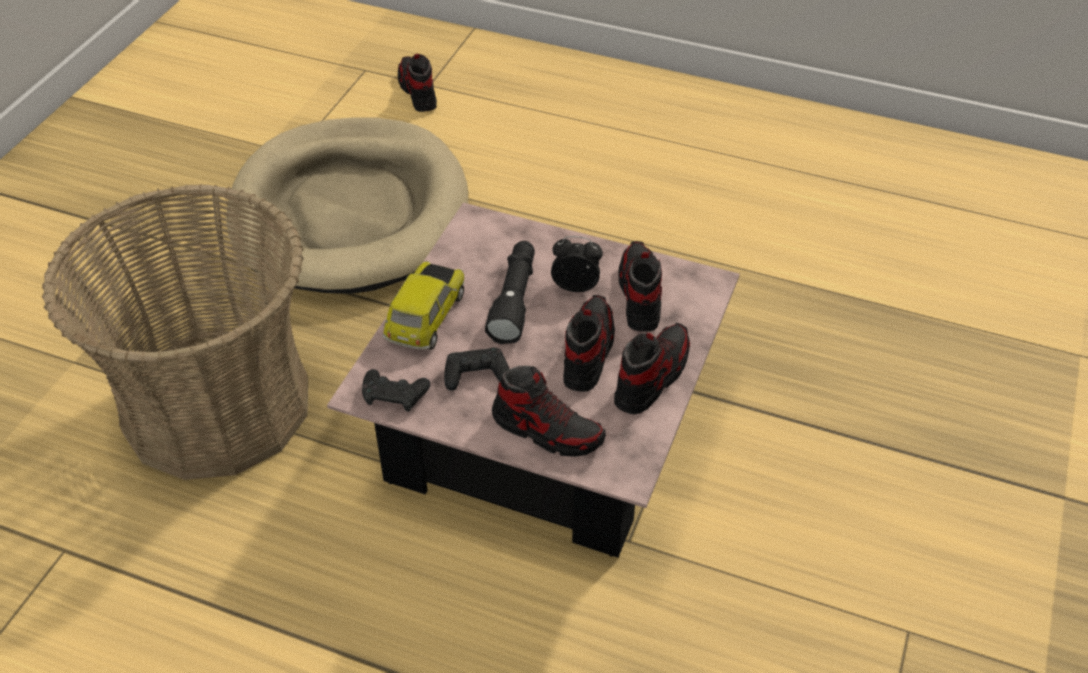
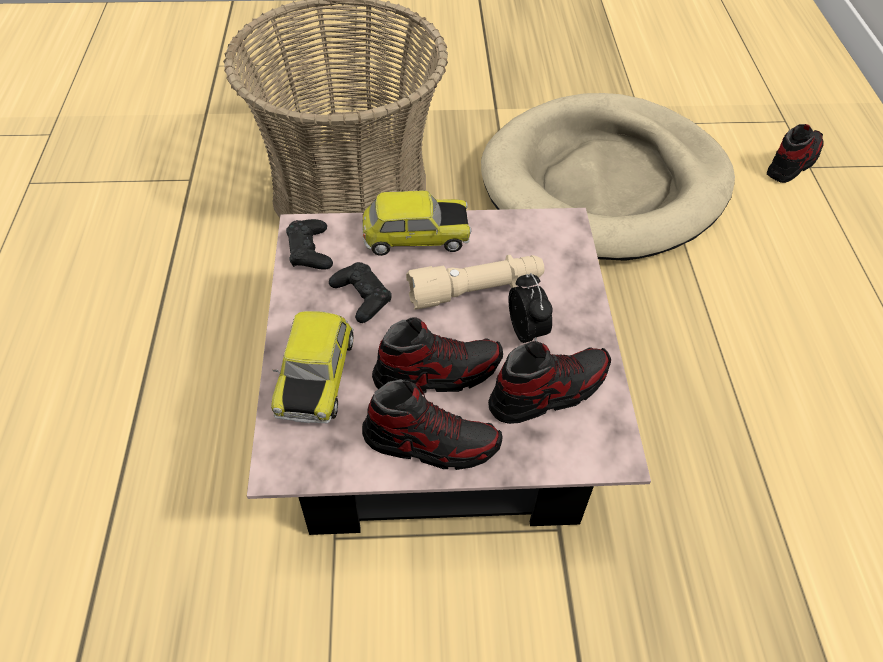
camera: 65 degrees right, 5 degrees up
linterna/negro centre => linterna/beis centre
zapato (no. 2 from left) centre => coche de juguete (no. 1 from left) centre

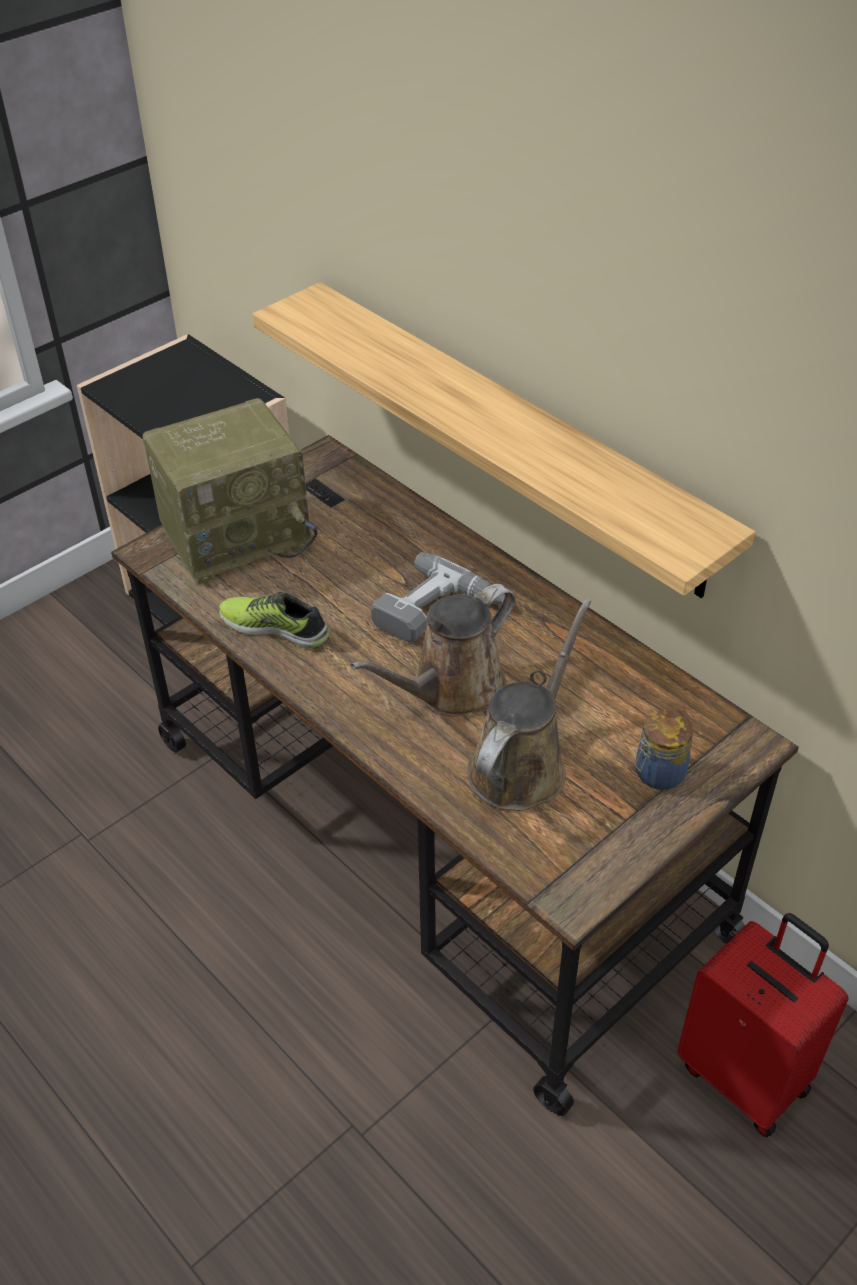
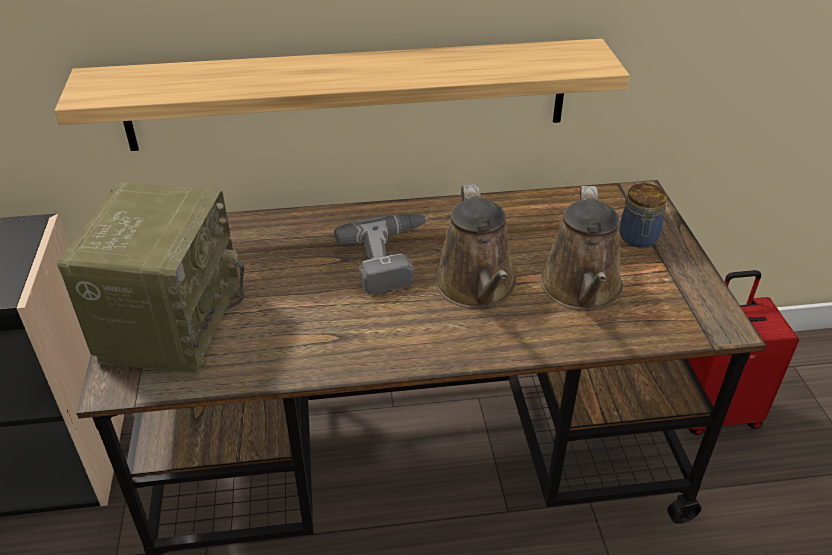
camera: 55 degrees left, 5 degrees down
zapato middle left => nothing
regadera/marrón (no. 2 from left) centre => regadera/marrón (no. 2 from left) middle right, 150 degrees counterclockwise

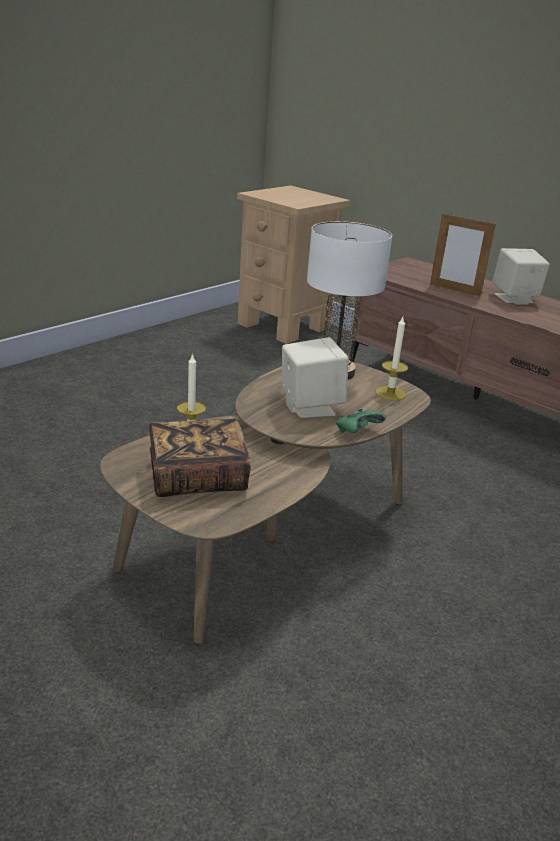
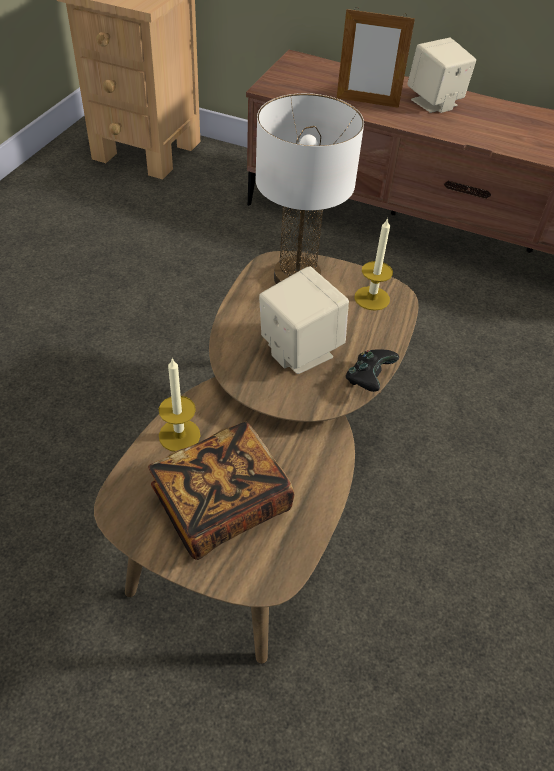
camera: 20 degrees left, 20 degrees up
mando de consola/verde centre => mando de consola/negro middle right

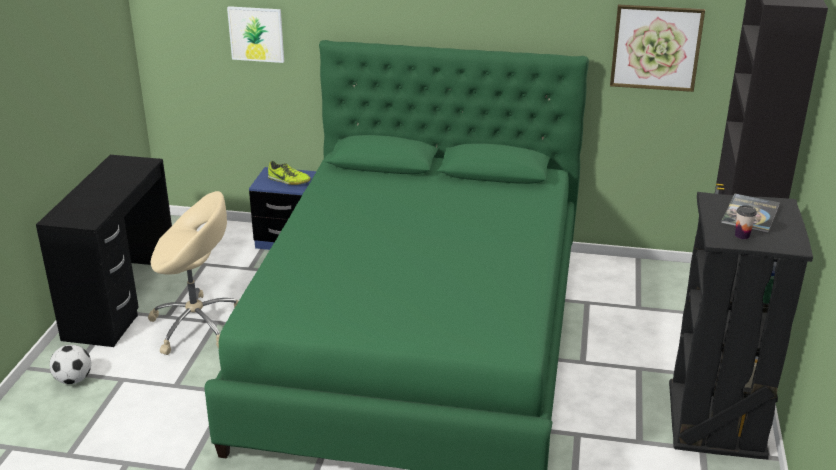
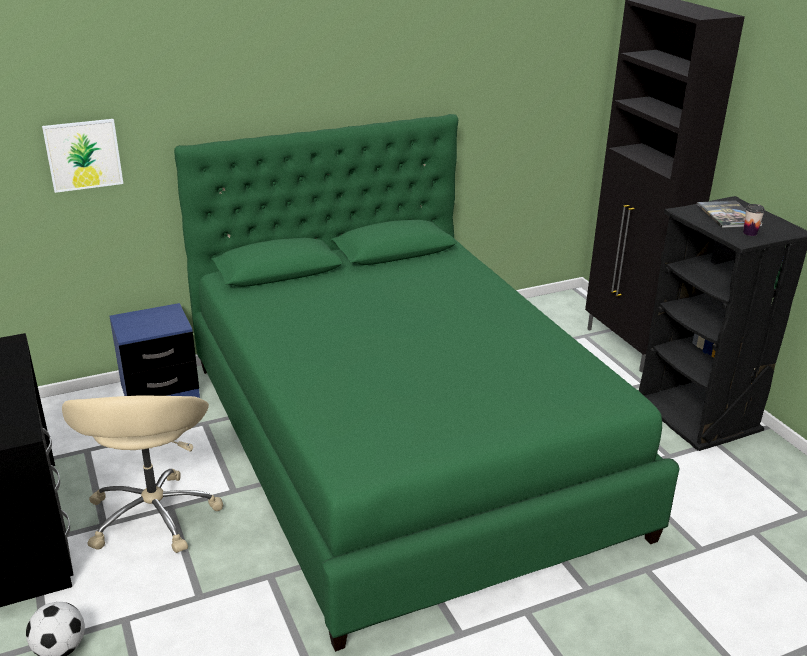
camera: 35 degrees left, 0 degrees up
silla de oficina/beis middle left => silla de oficina/beis bottom left, 120 degrees clockwise
zapato centre => nothing
cuadro (no. 2 from left) top right => nothing

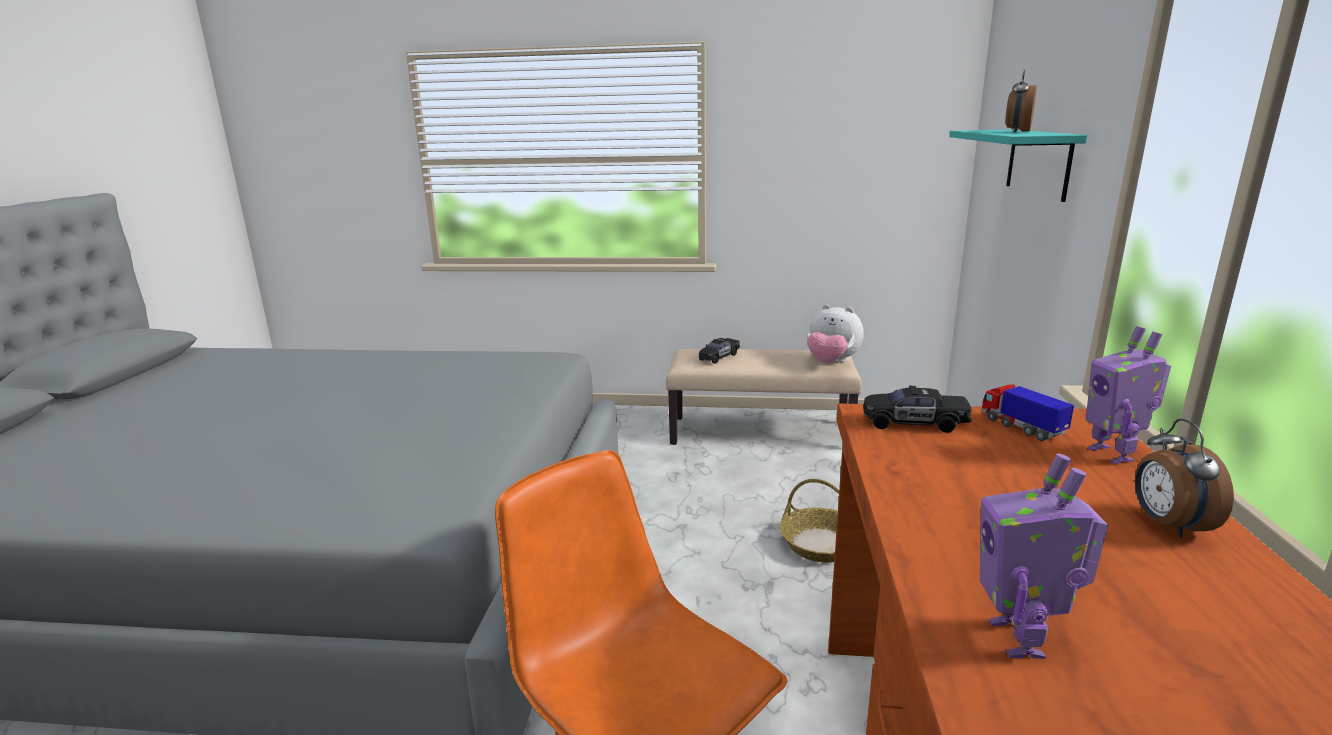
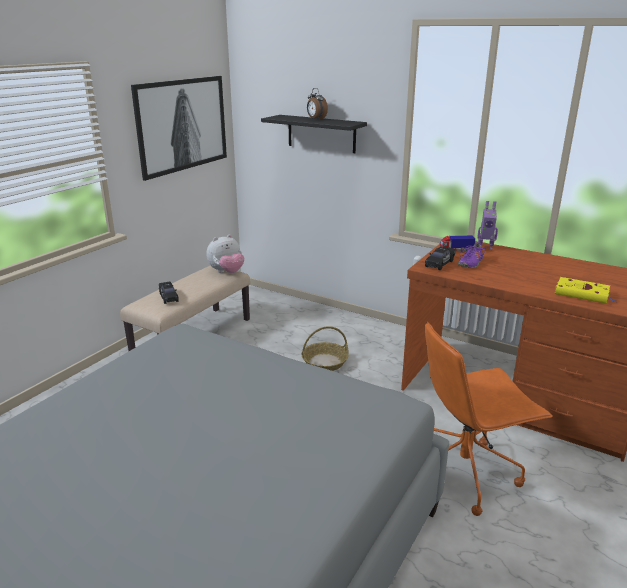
camera: 65 degrees left, 5 degrees up
estante/turquesa top right => estante/negro top centre
robot de juguete (no. 1 from left) bottom right => libro/amarillo middle right
despertador (no. 2 from left) middle right => nothing
nothing => cuadro top left
nothing => zapato/morado middle right

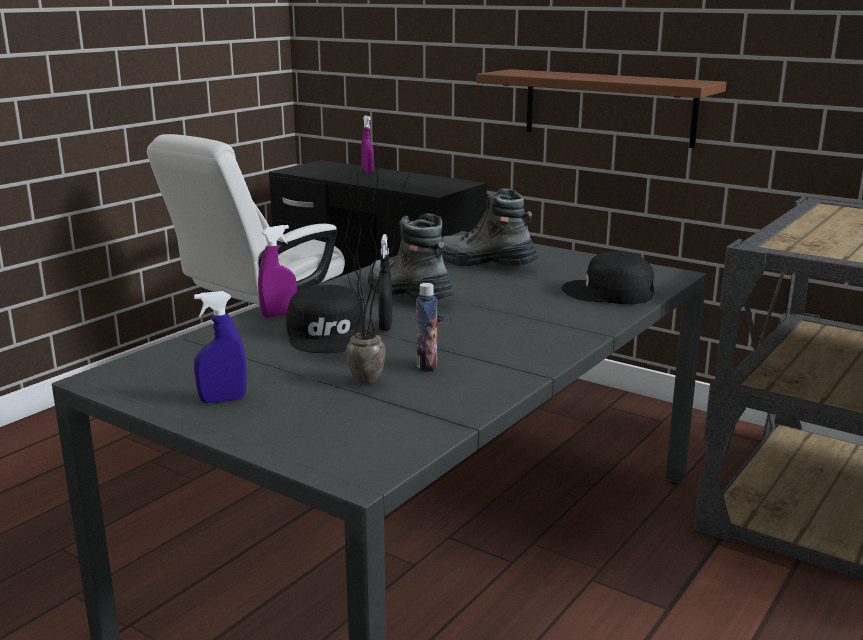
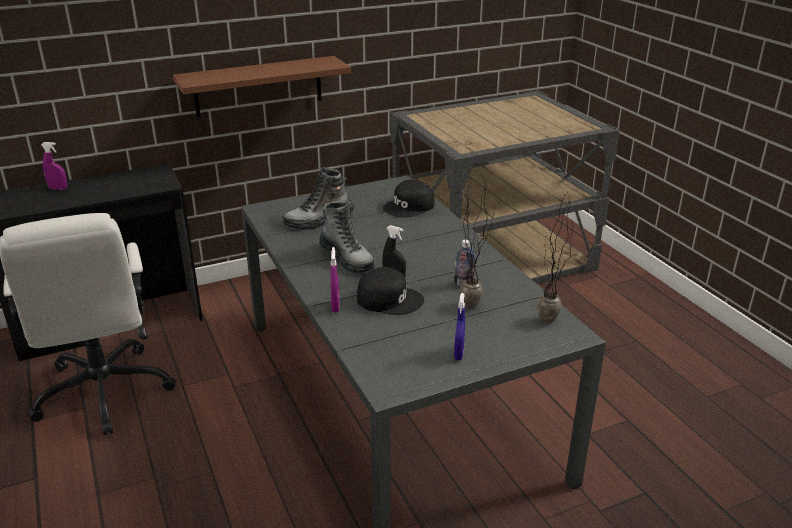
camera: 60 degrees left, 10 degrees up
bota (no. 1 from left in the first image) centre => bota (no. 2 from left) centre, 120 degrees counterclockwise
nothing => planta en maceta (no. 2 from left) middle right

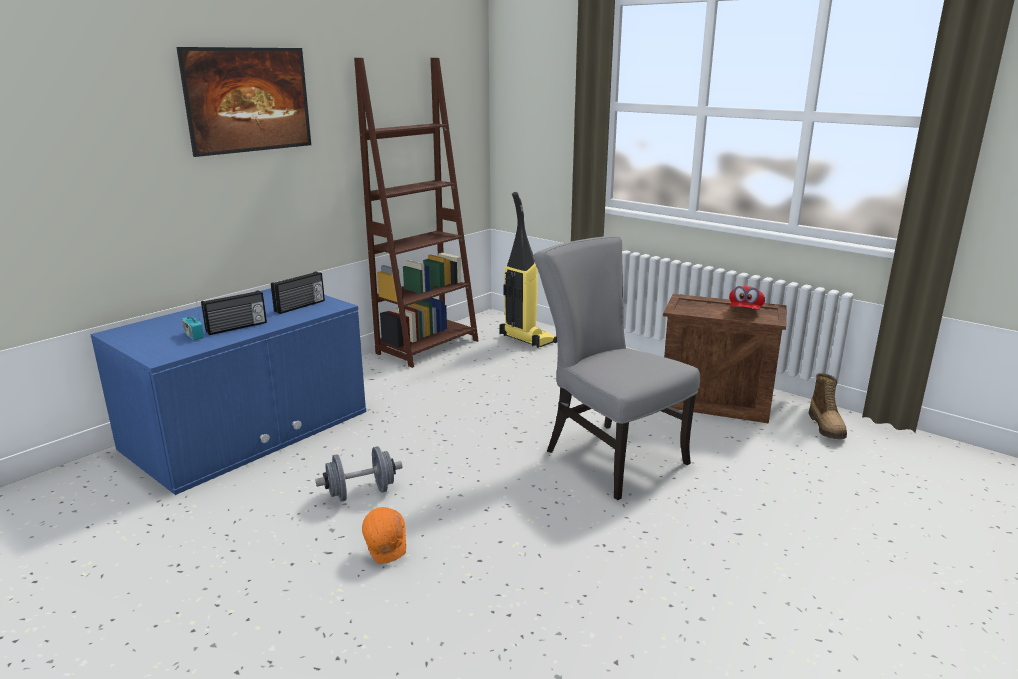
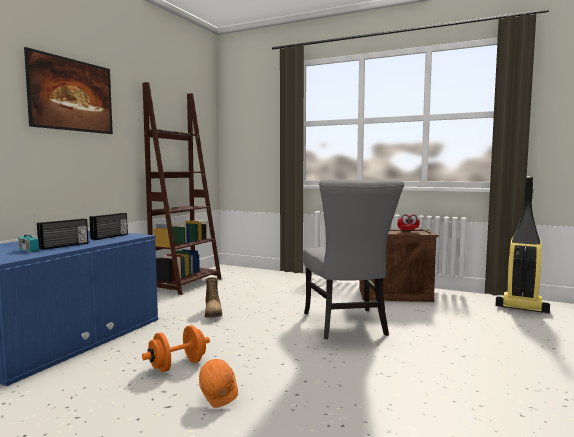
camera: 15 degrees left, 15 degrees down
mancuerna/gris bottom centre => mancuerna/naranja bottom left
aspiradora centre => aspiradora middle right, shifted
silla/gris centre, 135 degrees counterclockwise
bota middle right => bota bottom centre, shifted

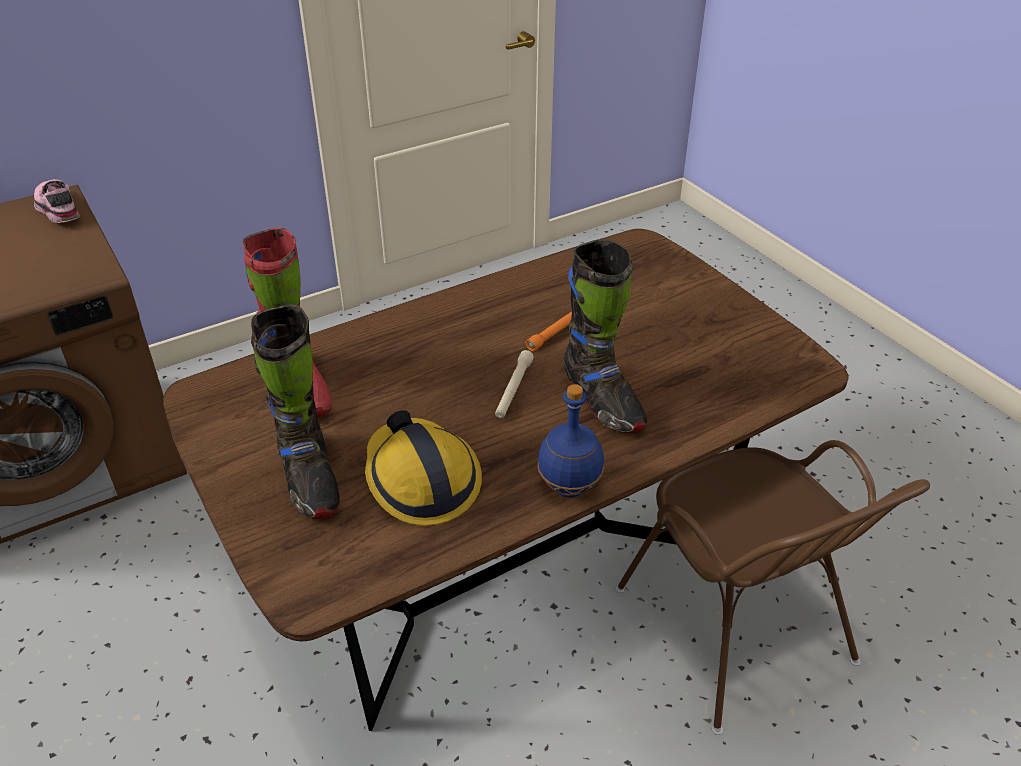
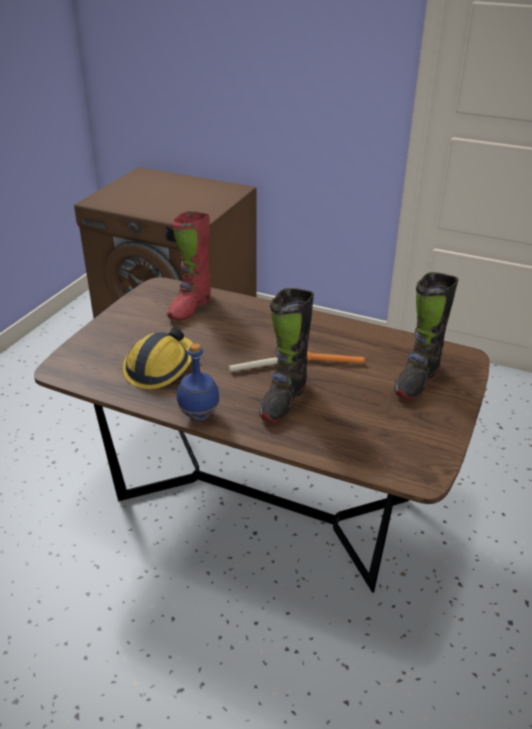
camera: 55 degrees right, 5 degrees down
zapato/rosa top left => nothing
bota/negro (no. 1 from left in the first image) middle left => bota/negro (no. 2 from left) middle right, shifted
silla/marrón bottom right => nothing

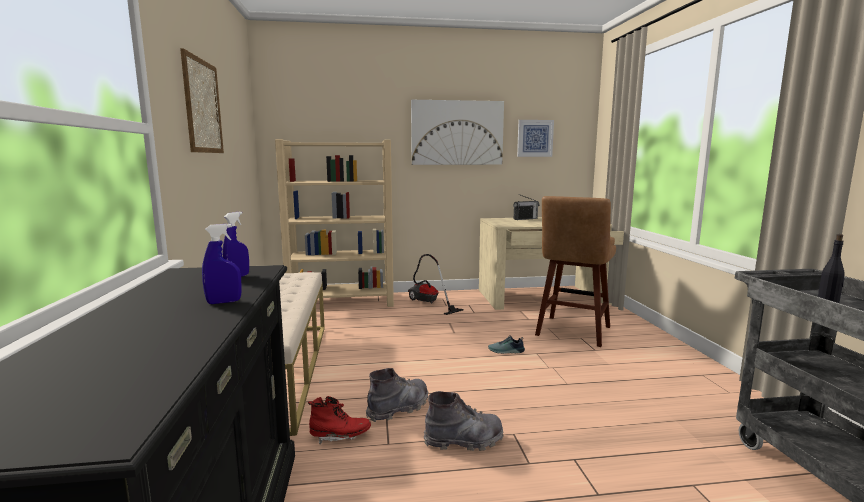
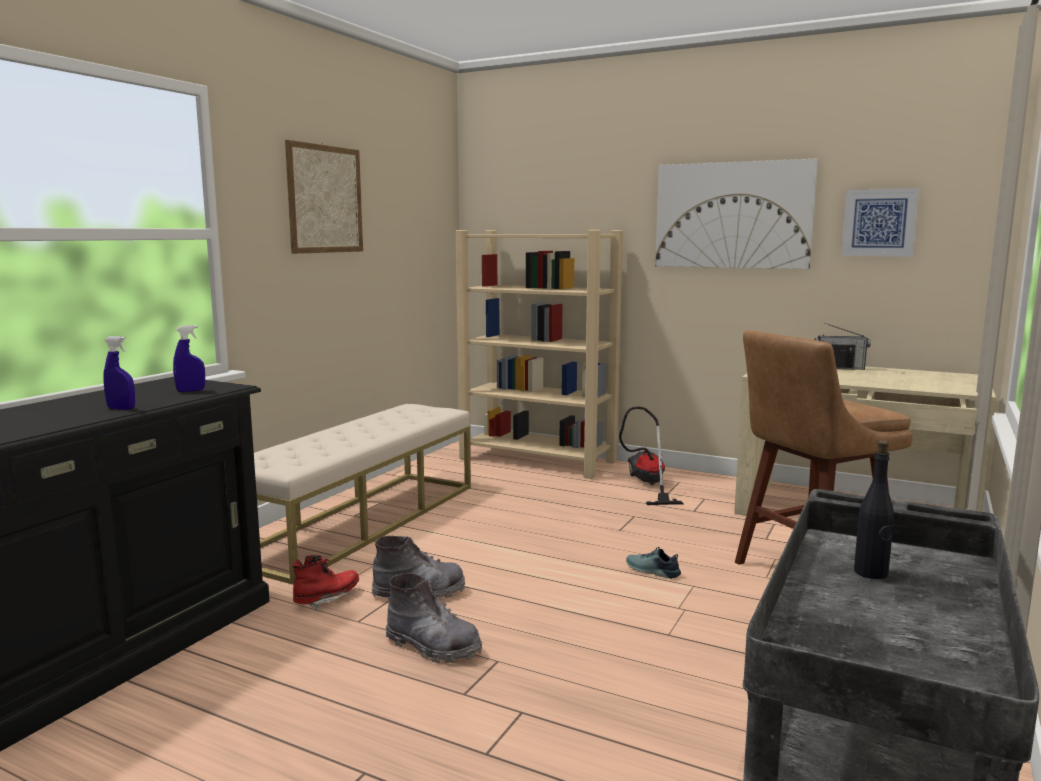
camera: 35 degrees right, 0 degrees up
bota/rojo bottom centre => bota/rojo bottom left, 75 degrees counterclockwise

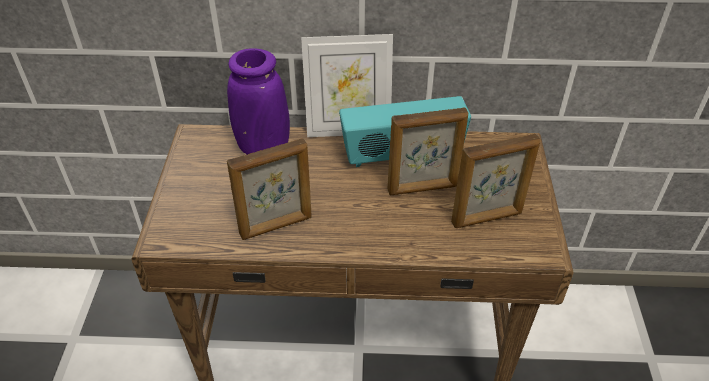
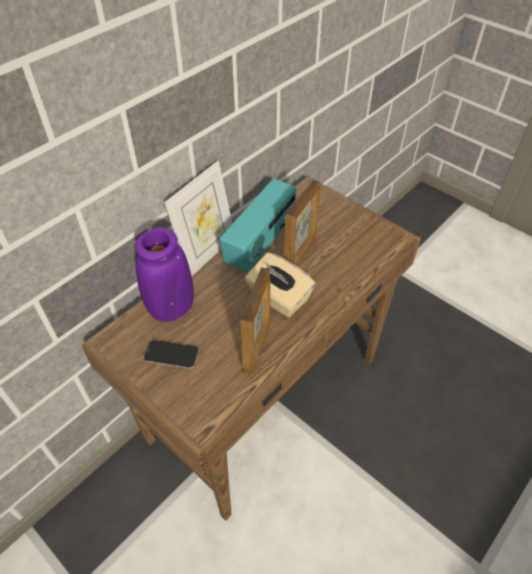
camera: 50 degrees left, 5 degrees up
portarretratos (no. 4 from left) middle right => nothing
nothing => móvil middle left
nothing => caja de pañuelos/beis centre

